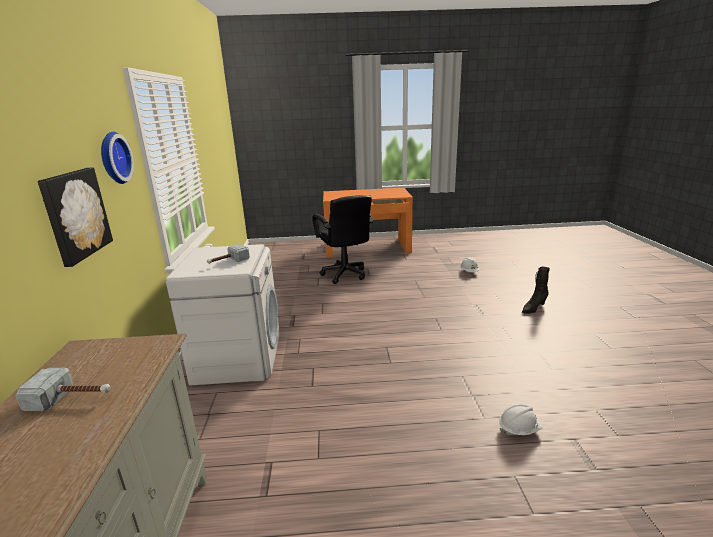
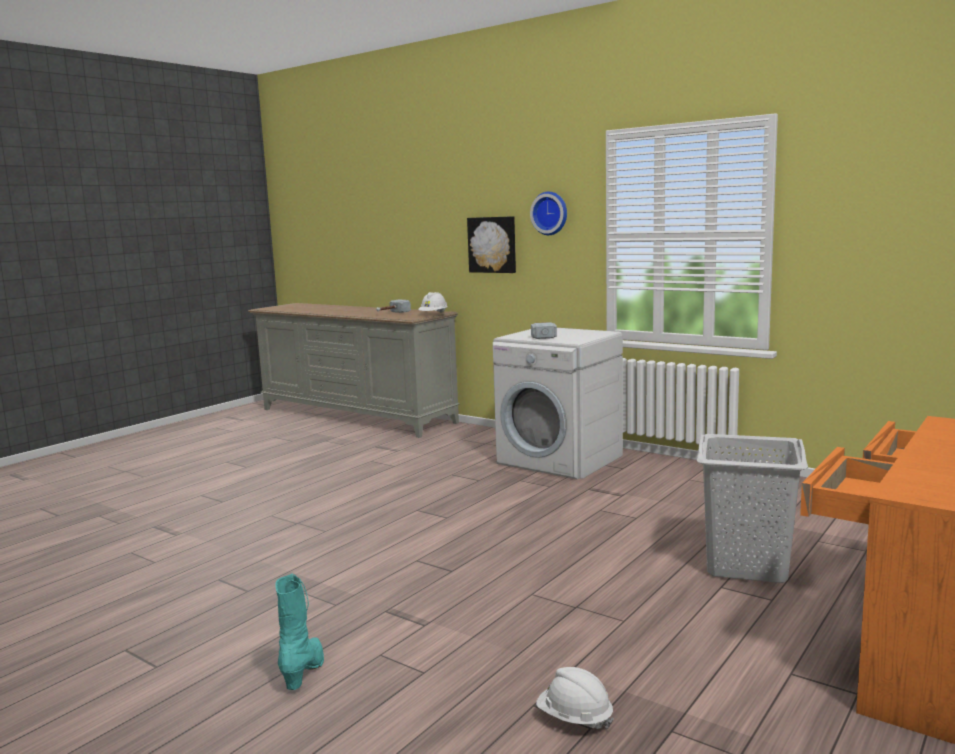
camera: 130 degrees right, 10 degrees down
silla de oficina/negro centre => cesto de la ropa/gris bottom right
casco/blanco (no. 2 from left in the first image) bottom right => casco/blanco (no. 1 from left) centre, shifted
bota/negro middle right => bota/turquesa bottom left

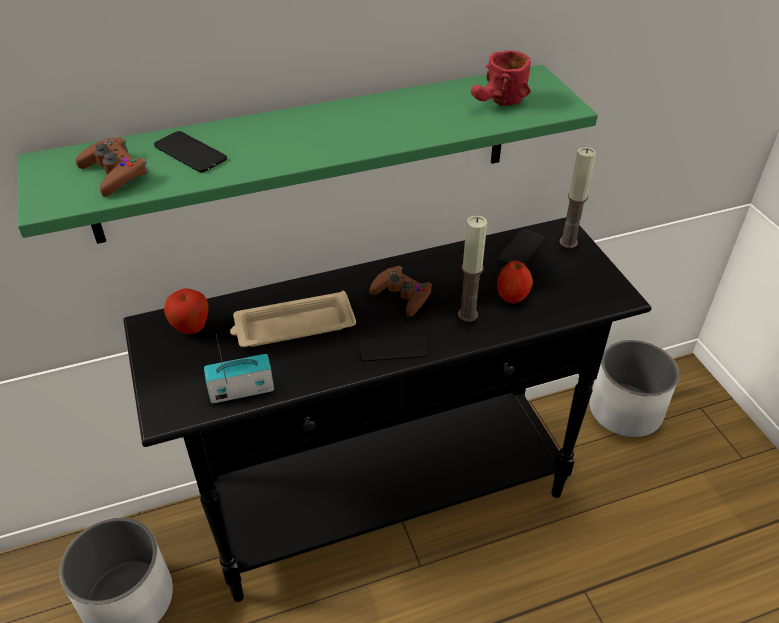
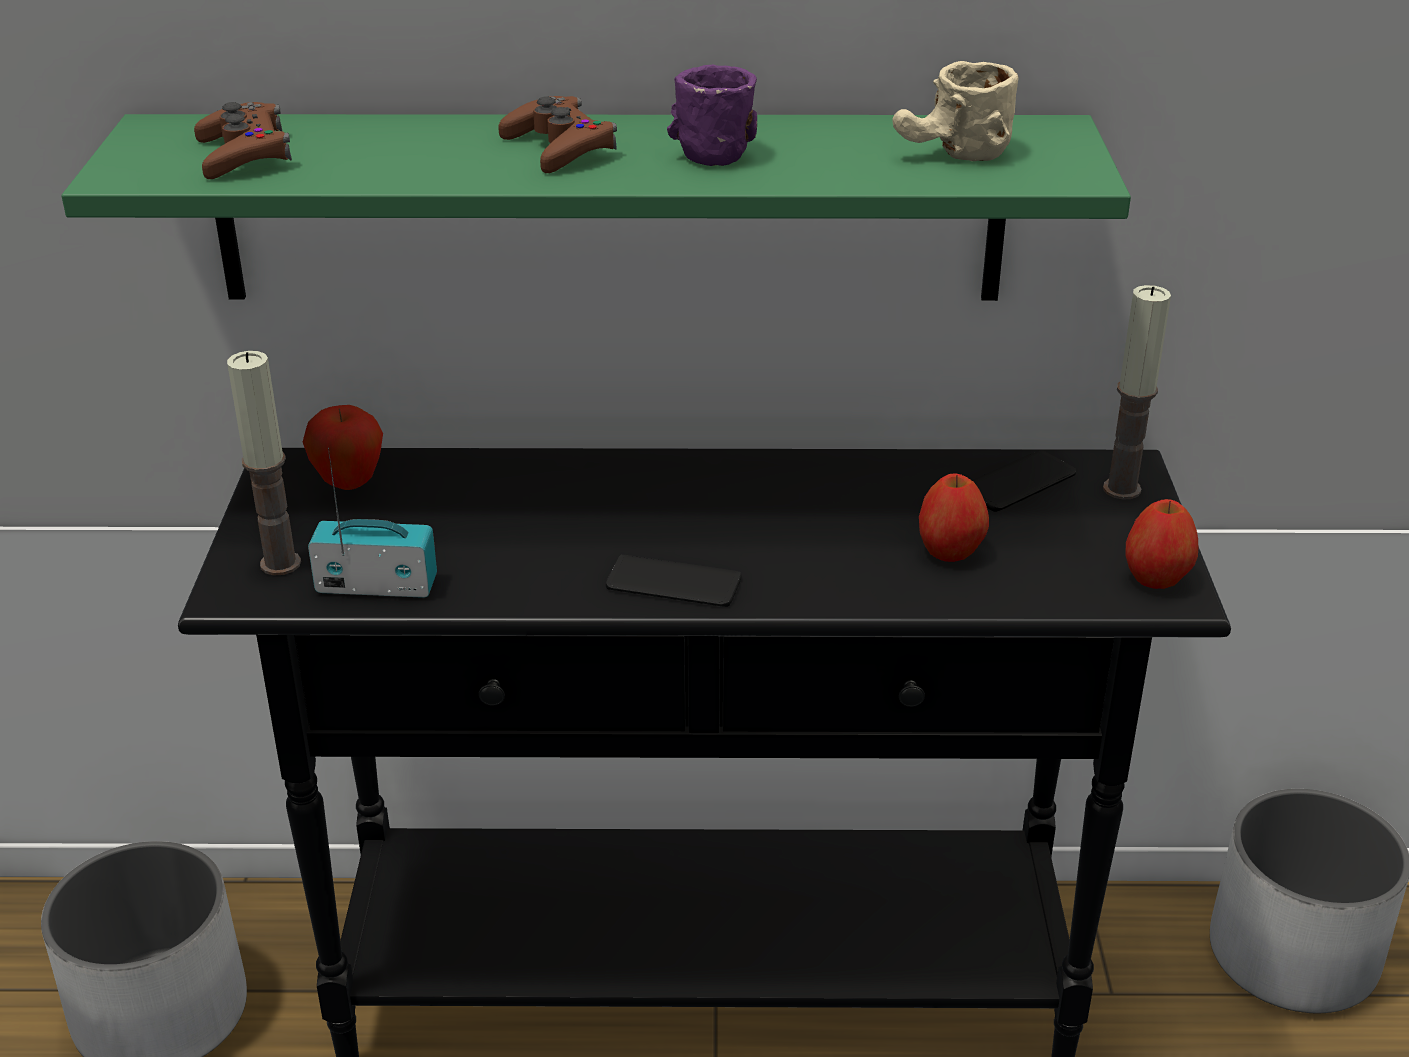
camera: 20 degrees right, 10 degrees down
móvil (no. 1 from left) top left => nothing
bandeja/beis centre => nothing
mando de consola/marrón (no. 2 from left) centre => mando de consola/marrón (no. 2 from left) top centre, shifted
vela (no. 1 from left) centre => vela (no. 1 from left) middle left, shifted
taza grande/rojo top centre => taza grande/beis top right
nothing => taza grande/morado top centre
nothing => manzana (no. 3 from left) middle right

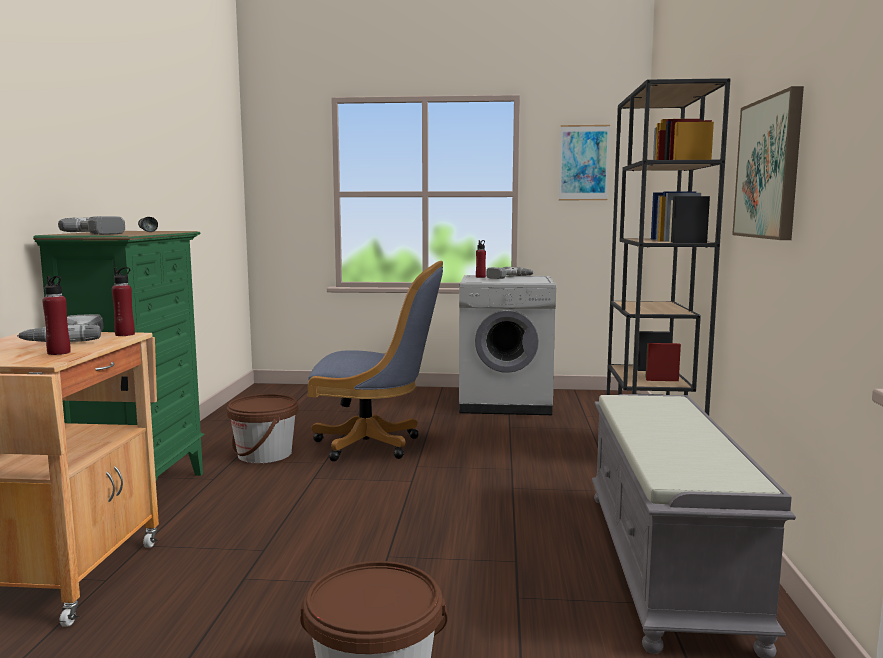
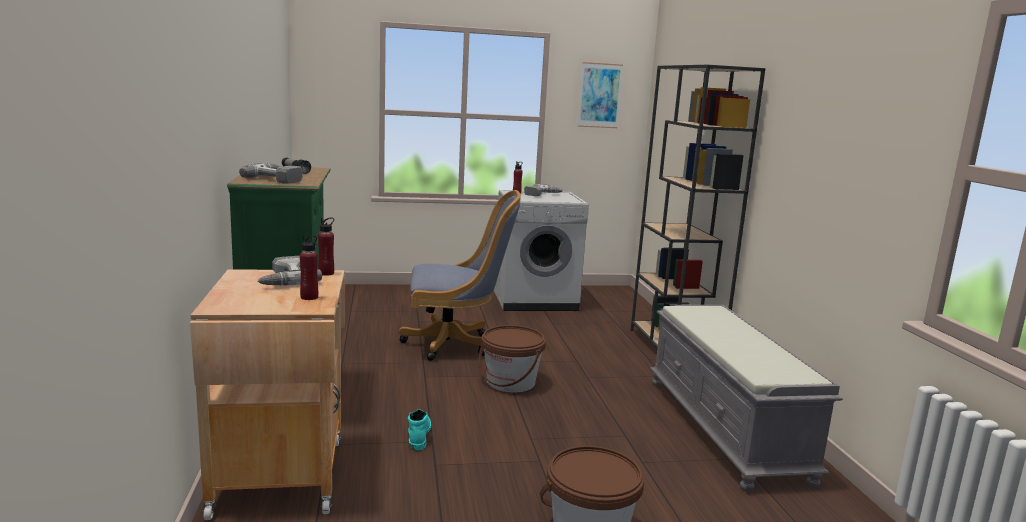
camera: 15 degrees left, 5 degrees up
cubo/marrón (no. 1 from left) middle left => cubo/marrón (no. 1 from left) bottom centre, shifted
cuadro (no. 2 from left) top right => nothing
nothing => bota/turquesa bottom centre

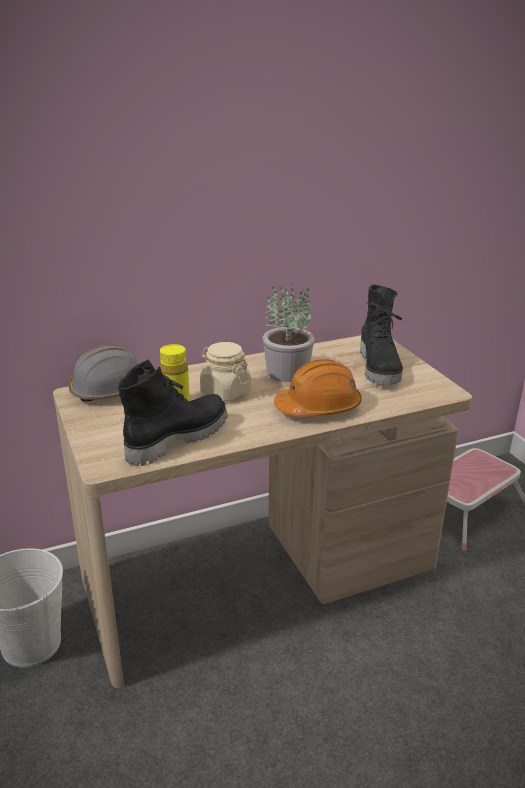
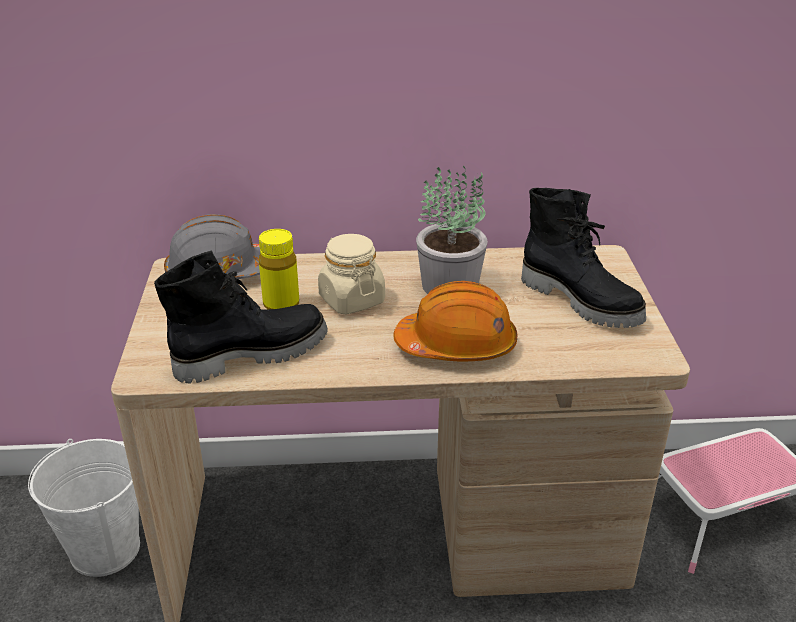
camera: 20 degrees right, 5 degrees up
bota/negro (no. 2 from left) middle right, 60 degrees counterclockwise

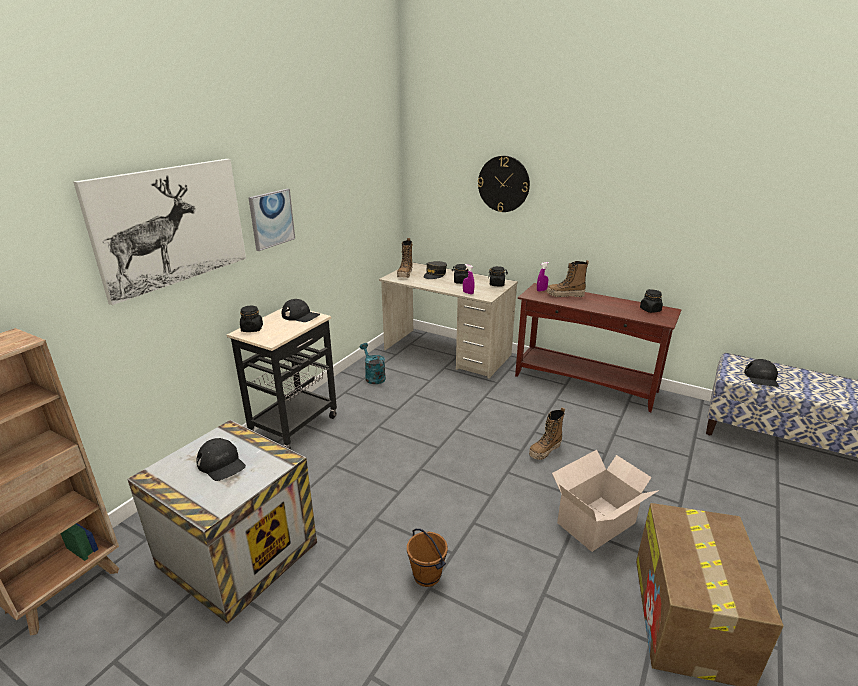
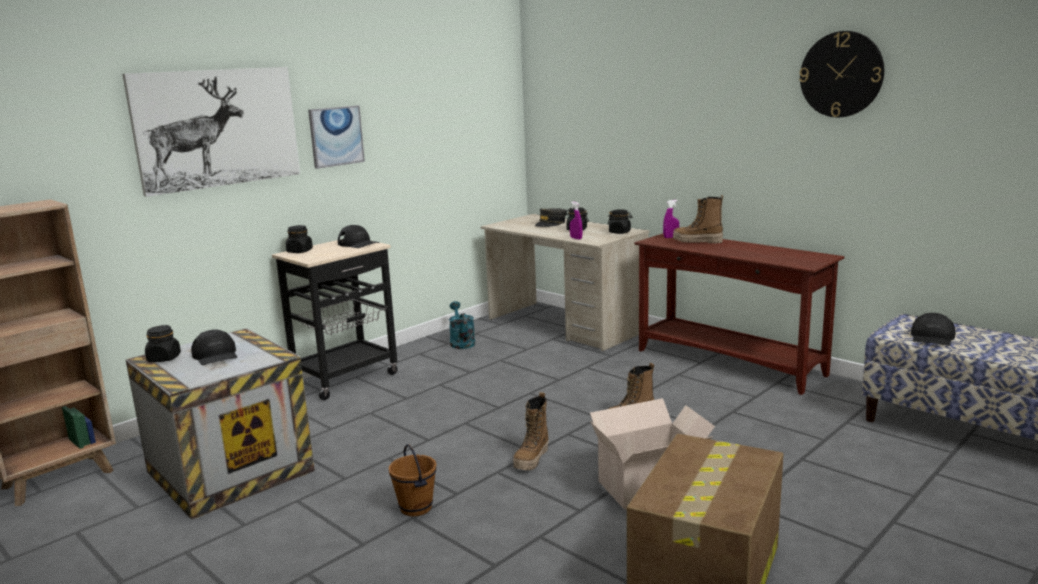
camera: 15 degrees right, 10 degrees down
bota (no. 1 from left) centre => bota (no. 1 from left) bottom centre, shifted
reloj de pared top centre => reloj de pared top right, shifted
tarro/negro (no. 4 from left in the first image) middle right => tarro/negro (no. 1 from left) middle left, shifted

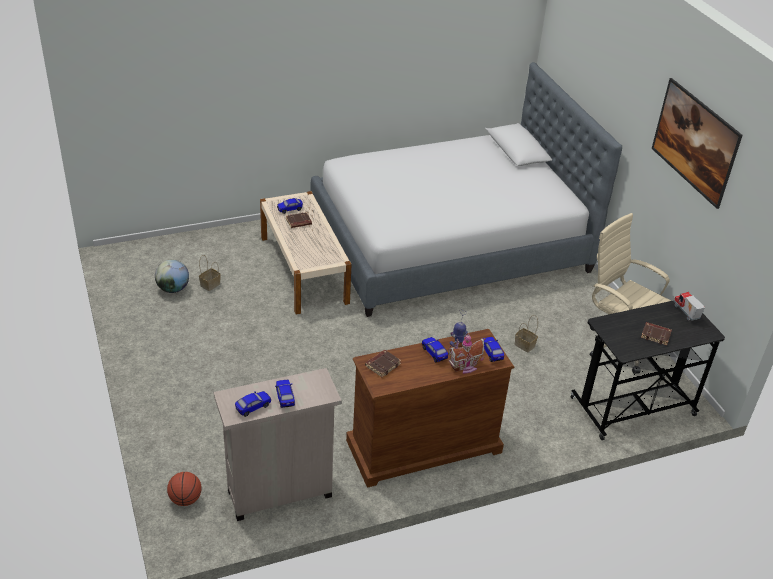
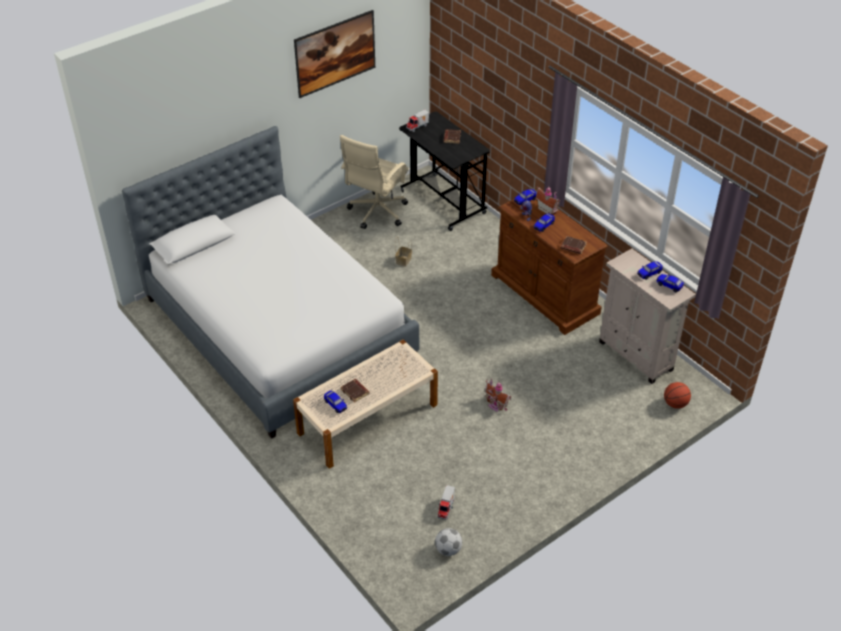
camera: 105 degrees left, 5 degrees up
globo terráqueo middle left => camión de juguete (no. 2 from left) bottom centre
cesta (no. 1 from left) middle left => nothing
nothing => balón de fútbol bottom centre
nothing => casita (no. 1 from left) centre

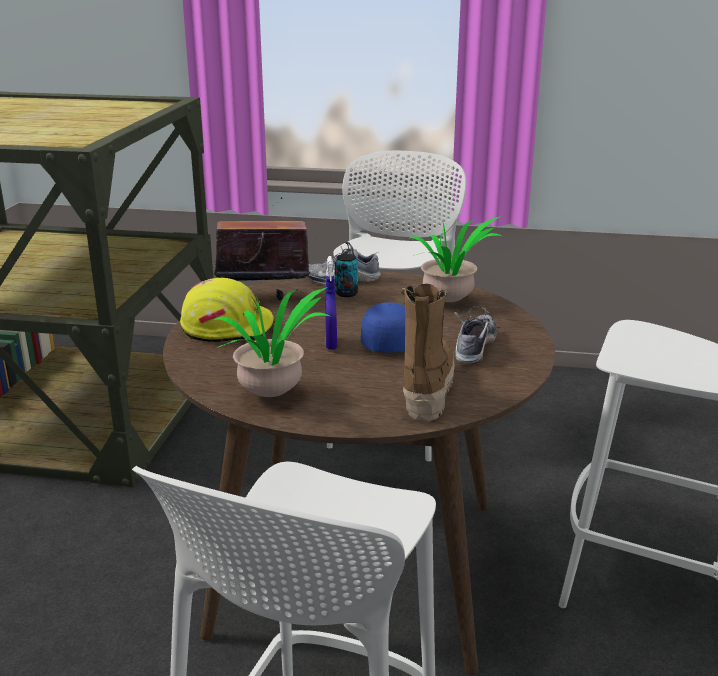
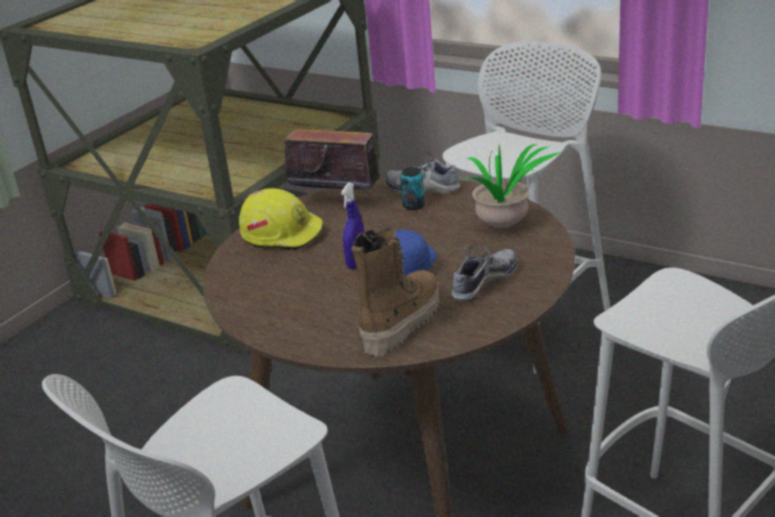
camera: 25 degrees right, 5 degrees up
planta en maceta (no. 1 from left) centre => nothing

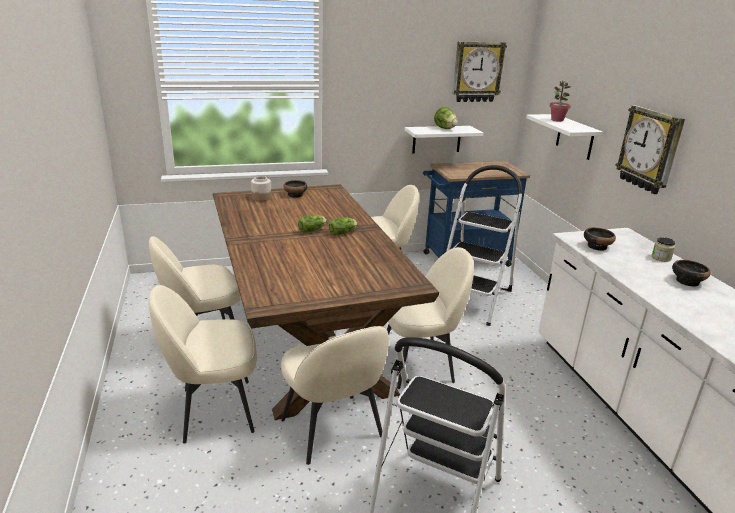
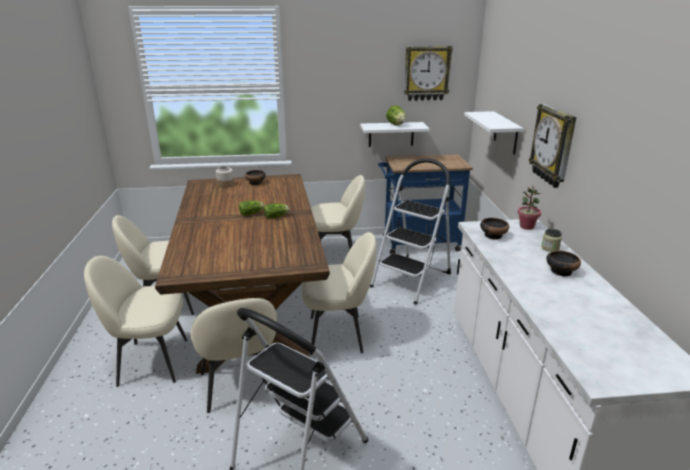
camera: 10 degrees right, 0 degrees up
planta en maceta top right => planta en maceta middle right, shifted

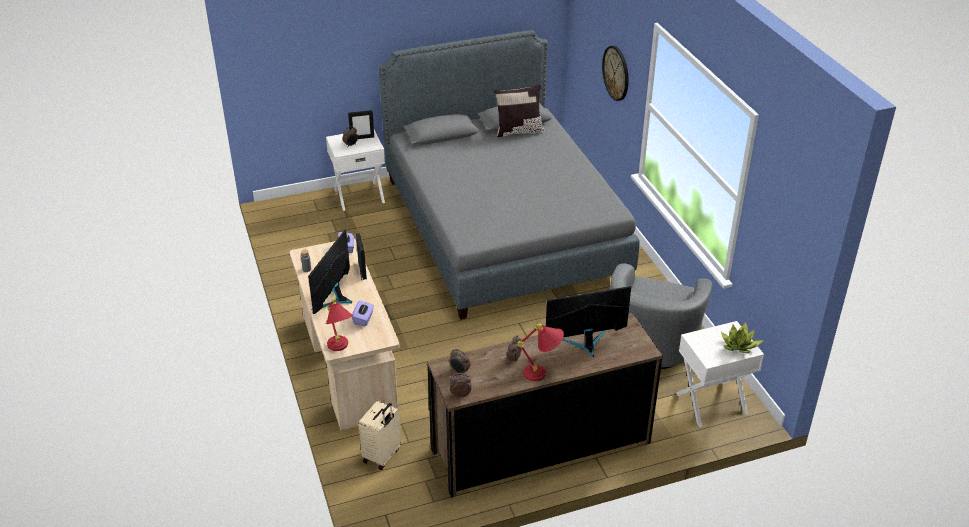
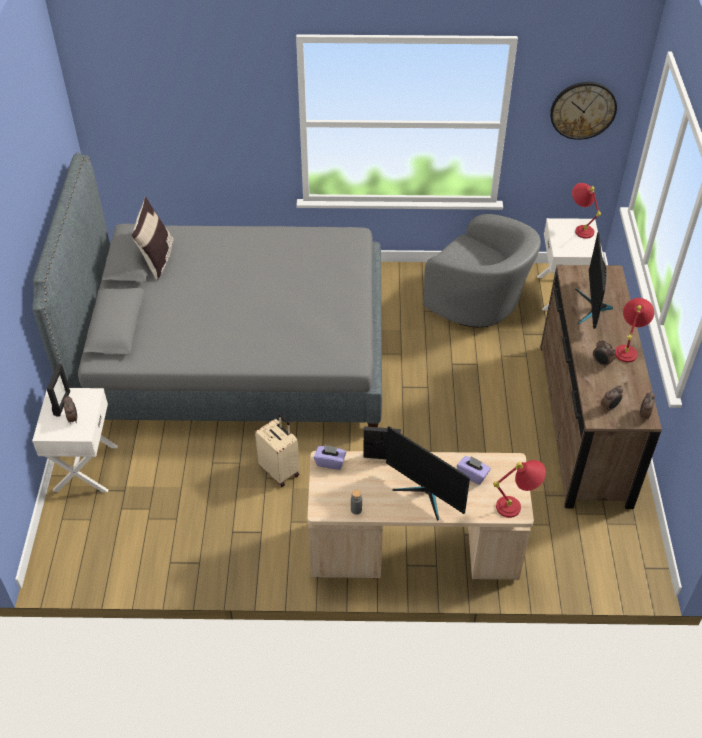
camera: 70 degrees left, 10 degrees up
maleta/beis bottom centre => maleta/beis centre, shifted
reloj de pared top centre => reloj de pared top right, shifted
planta en maceta middle right => lámpara de mesa/rojo (no. 2 from left) top right

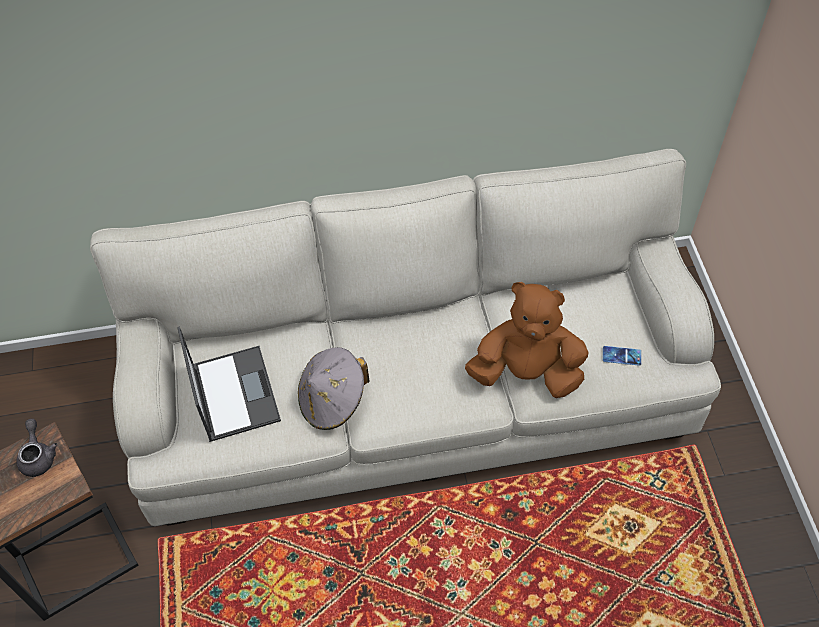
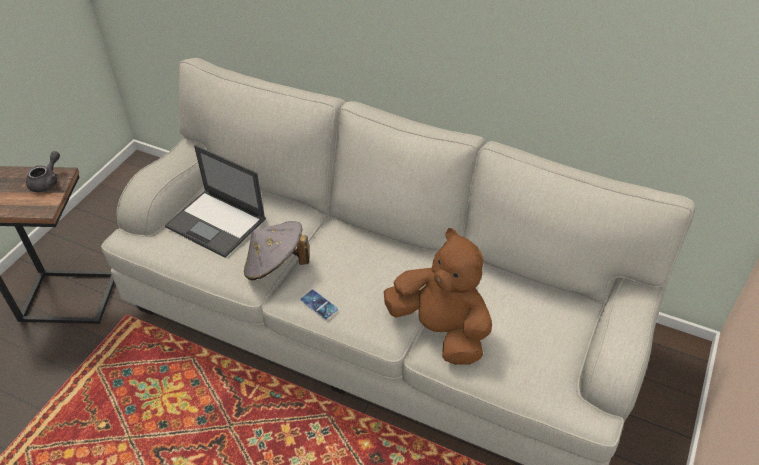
camera: 35 degrees right, 10 degrees down
portátil middle left, 105 degrees clockwise
móvil middle right => móvil centre, shifted

